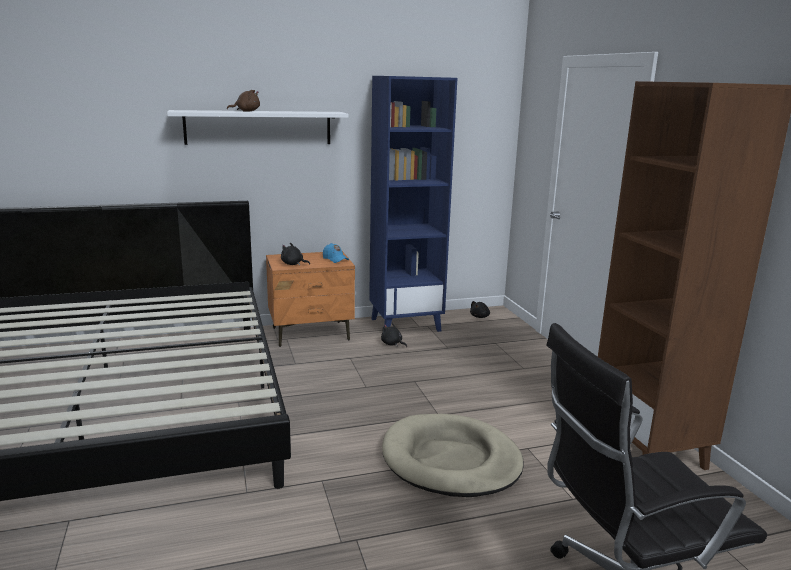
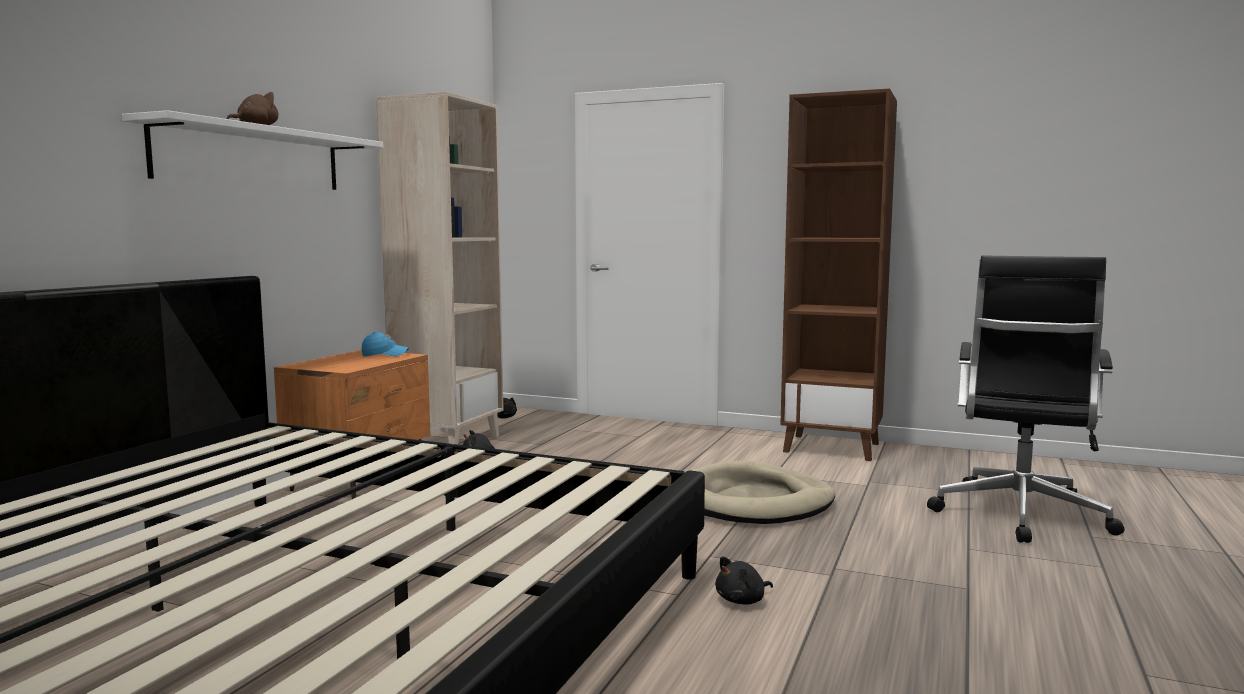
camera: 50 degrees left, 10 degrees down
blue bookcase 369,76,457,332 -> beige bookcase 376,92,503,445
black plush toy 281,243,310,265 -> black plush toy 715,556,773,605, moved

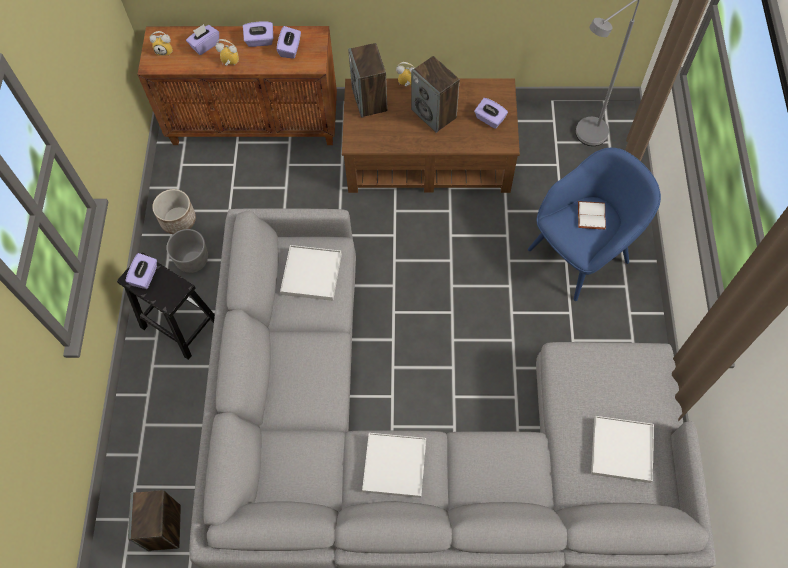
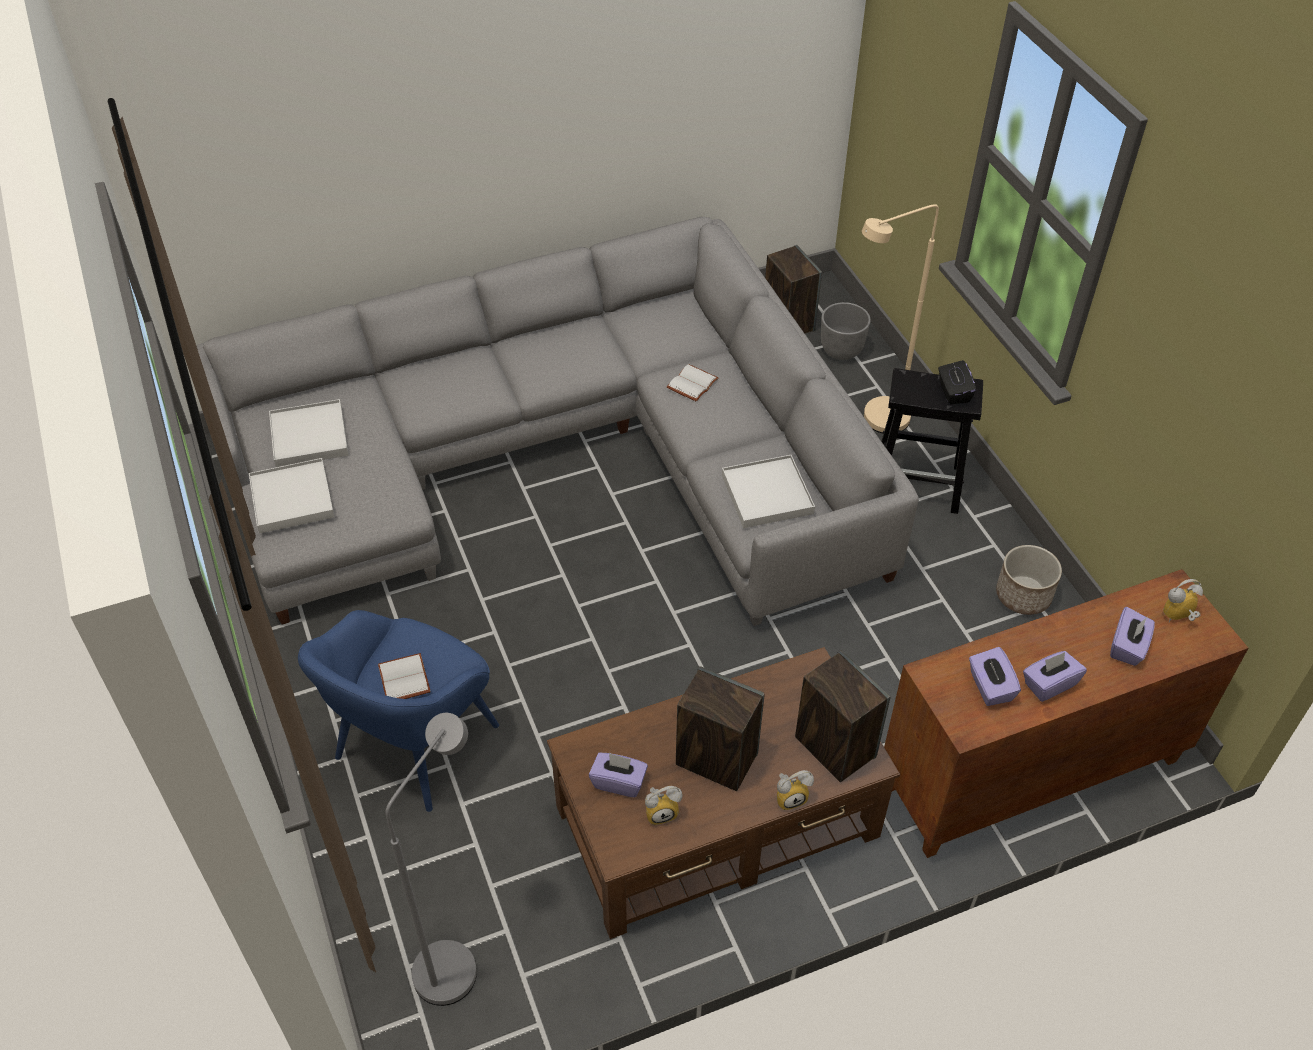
camera: 155 degrees right, 15 degrees down
white tray 362,433,426,498 -> white tray 249,458,335,534, moved
alarm clock 215,39,239,66 -> alarm clock 645,786,682,825, moved
none -> white book 667,364,718,402
grey planter 166,229,208,273 -> grey planter 821,302,871,360, moved
none -> beige floor lamp 862,204,939,433
purple tissue box 125,253,157,289 -> black tissue box 938,360,976,404

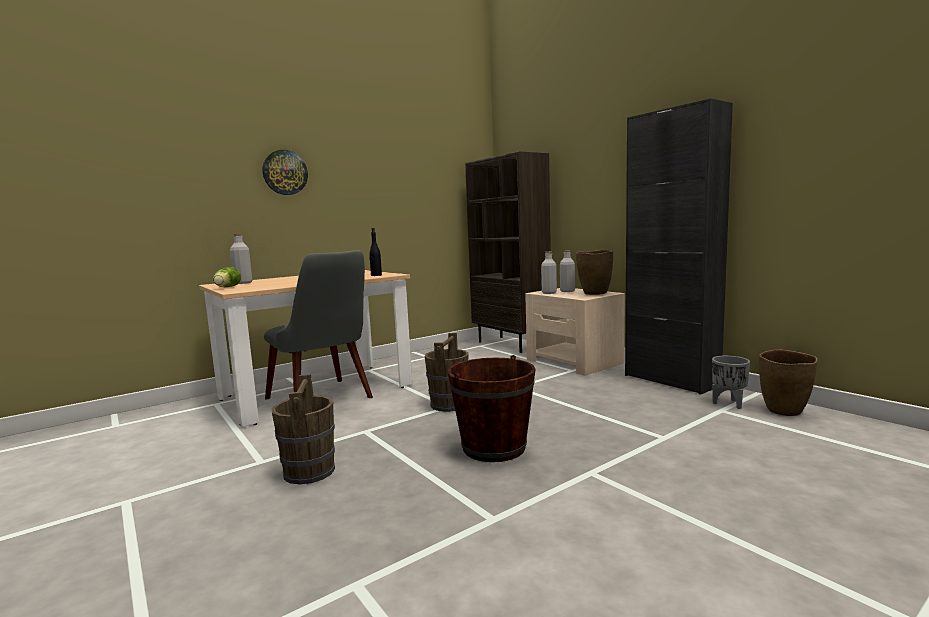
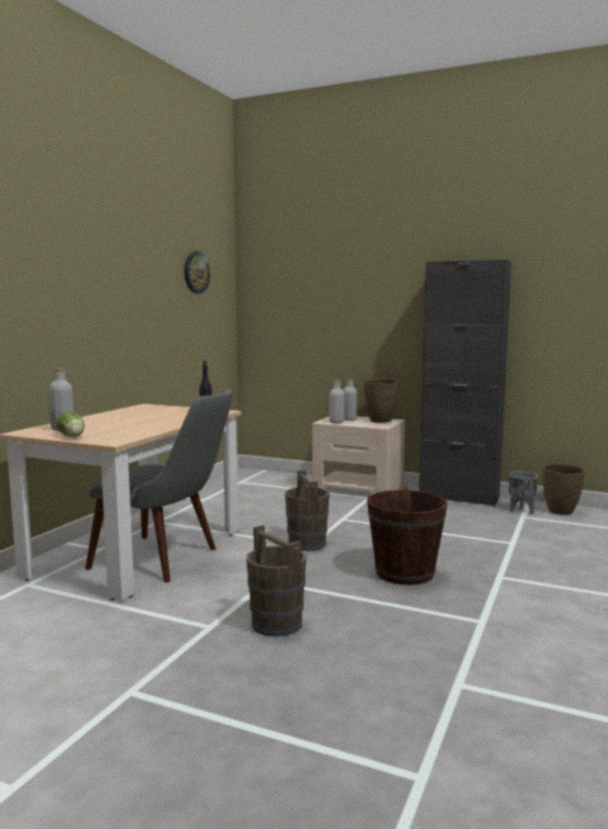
camera: 30 degrees left, 0 degrees up
wall clock 263,150,308,195 -> wall clock 184,251,210,294, moved
brown bookcase 465,151,551,353 -> none

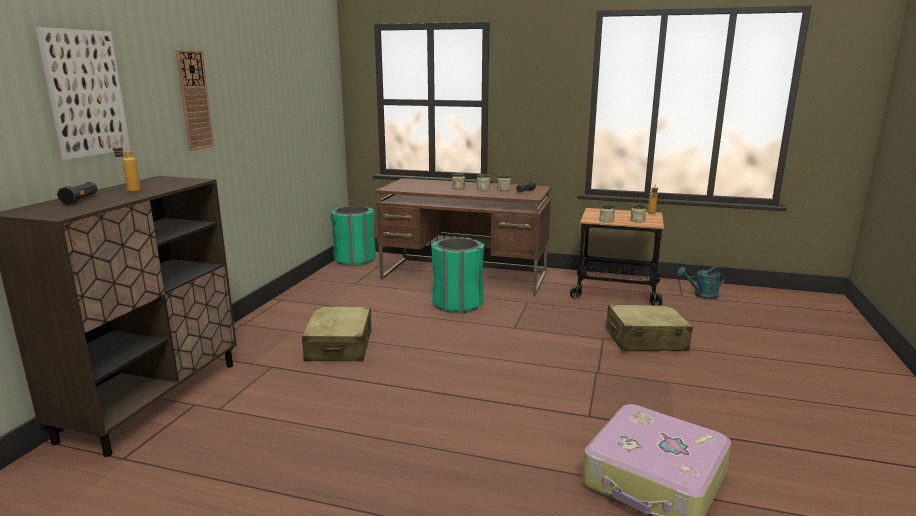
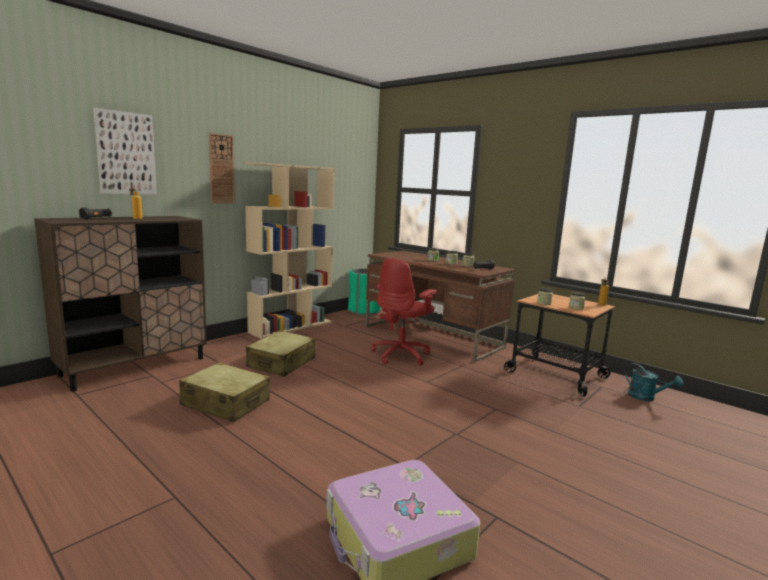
camera: 25 degrees right, 5 degrees down
beige suitcase 606,304,693,351 -> beige suitcase 179,362,270,422, moved
none -> beige bookcase 245,162,335,339
green trash can 431,238,484,314 -> red office chair 371,258,437,365
turquoise watering can 677,266,726,299 -> turquoise watering can 625,363,683,401, 150 degrees counterclockwise

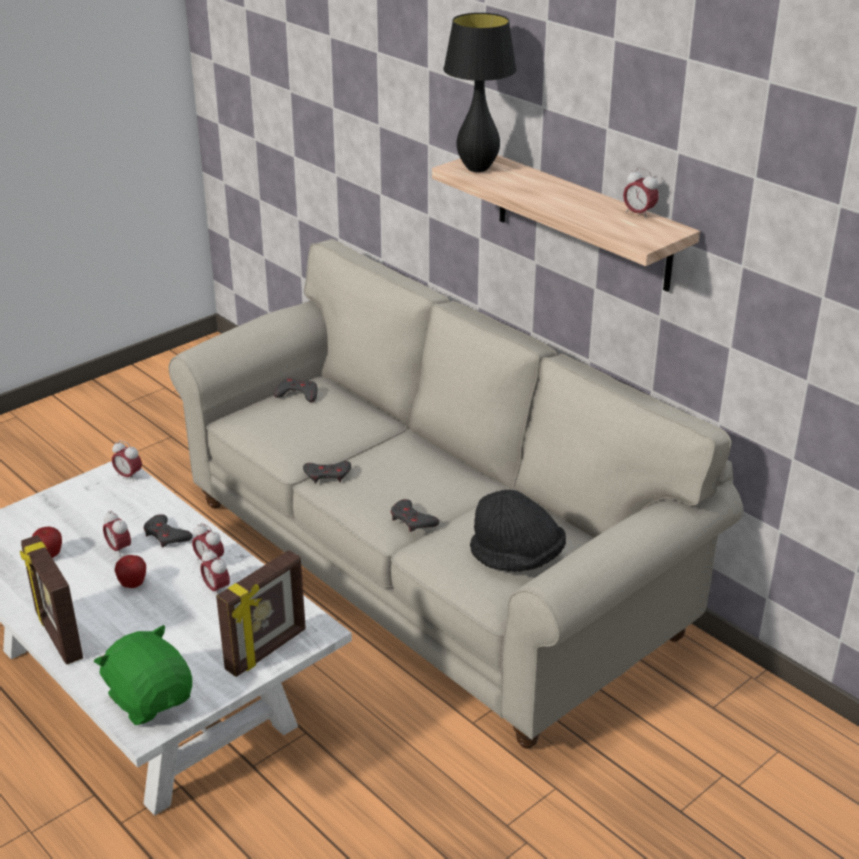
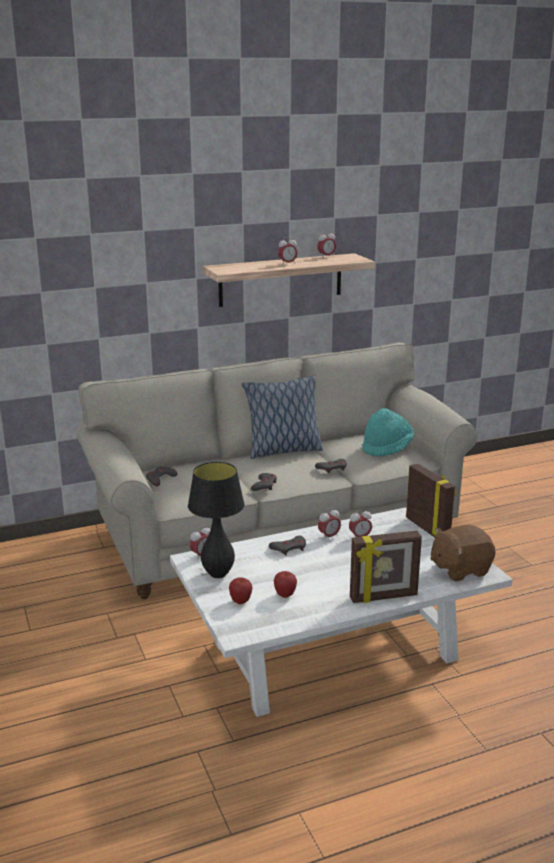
camera: 70 degrees left, 10 degrees down
black table lamp 443,13,516,172 -> black table lamp 188,462,245,578, moved
apple 115,555,146,588 -> apple 229,577,252,604, moved
none -> pillow 242,375,323,459
alarm clock 103,511,131,557 -> alarm clock 278,237,298,265, moved
black hat 470,489,566,572 -> turquoise hat 362,408,414,456
green plush toy 94,625,192,725 -> brown plush toy 430,525,496,582

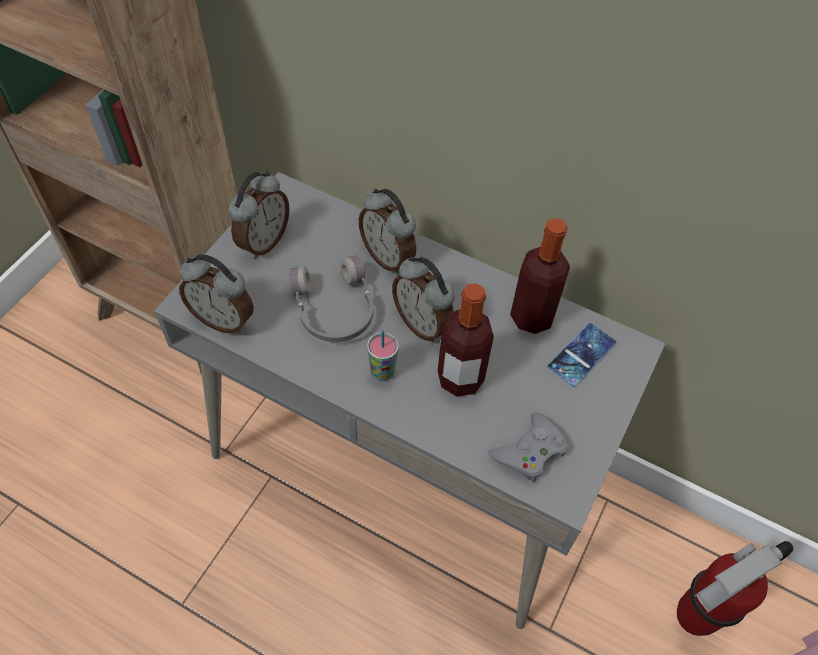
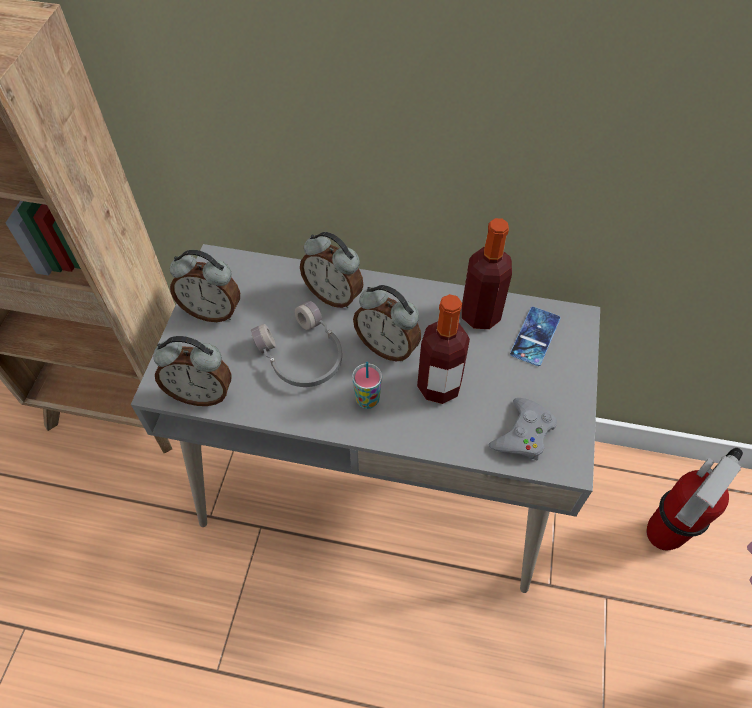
camera: 15 degrees left, 0 degrees up
alarm clock 229,171,290,258 -> alarm clock 170,250,240,322, 90 degrees clockwise

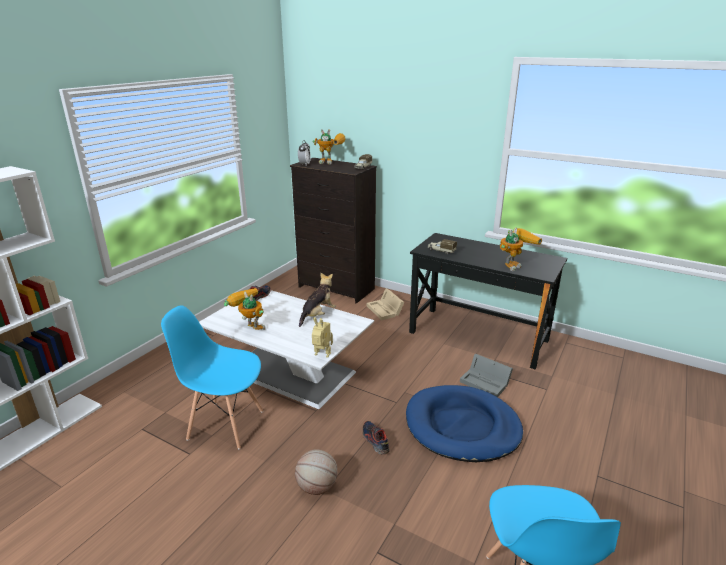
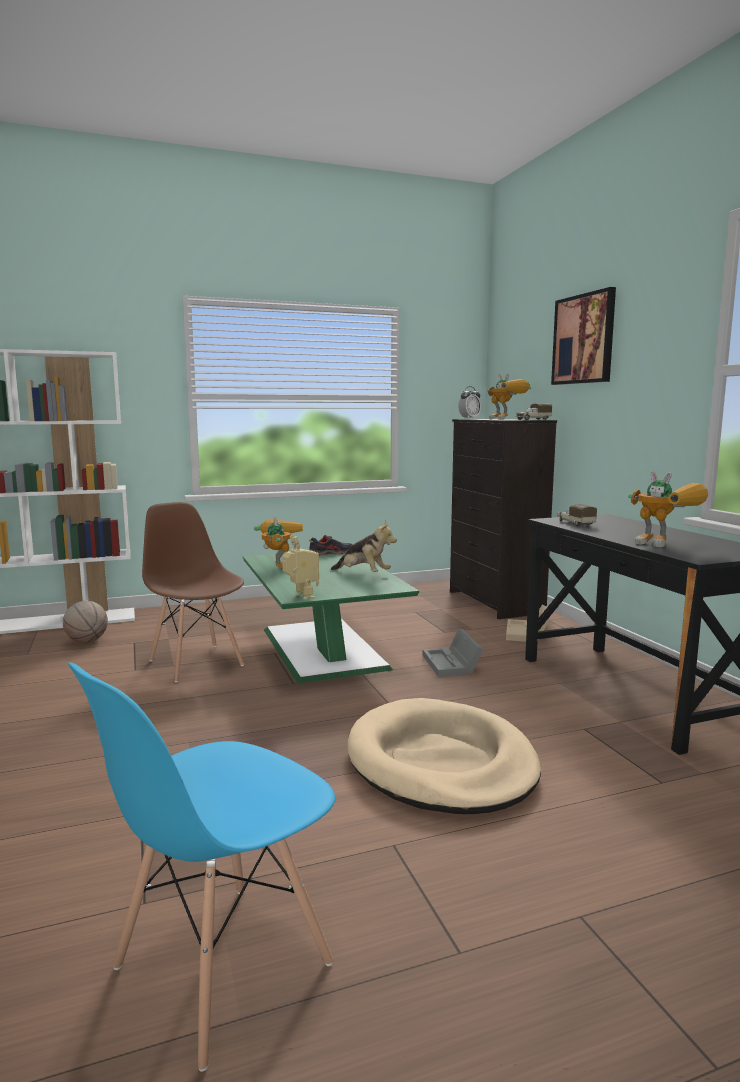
camera: 40 degrees right, 15 degrees down
basketball 295,449,337,495 -> basketball 63,601,108,643, moved
blue chair 161,305,263,449 -> brown chair 142,502,244,683
white coffee table 199,290,374,409 -> green coffee table 243,554,419,683
plush toy 299,273,336,327 -> plush toy 331,521,397,572, 45 degrees clockwise
blue dog bed 406,385,523,462 -> beige dog bed 347,698,541,814
grey storage box 460,354,513,397 -> grey storage box 423,628,483,677, moved
none -> picture 551,287,616,385
toy robot 499,227,542,271 -> toy robot 628,471,708,547, 45 degrees clockwise
shoe 363,421,390,454 -> none

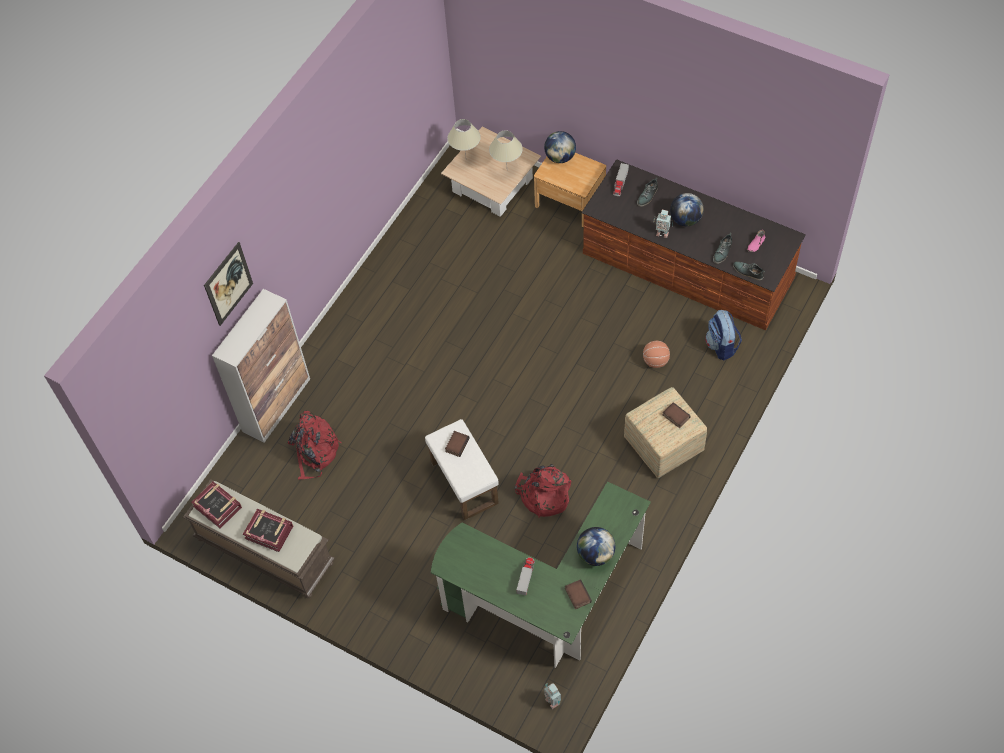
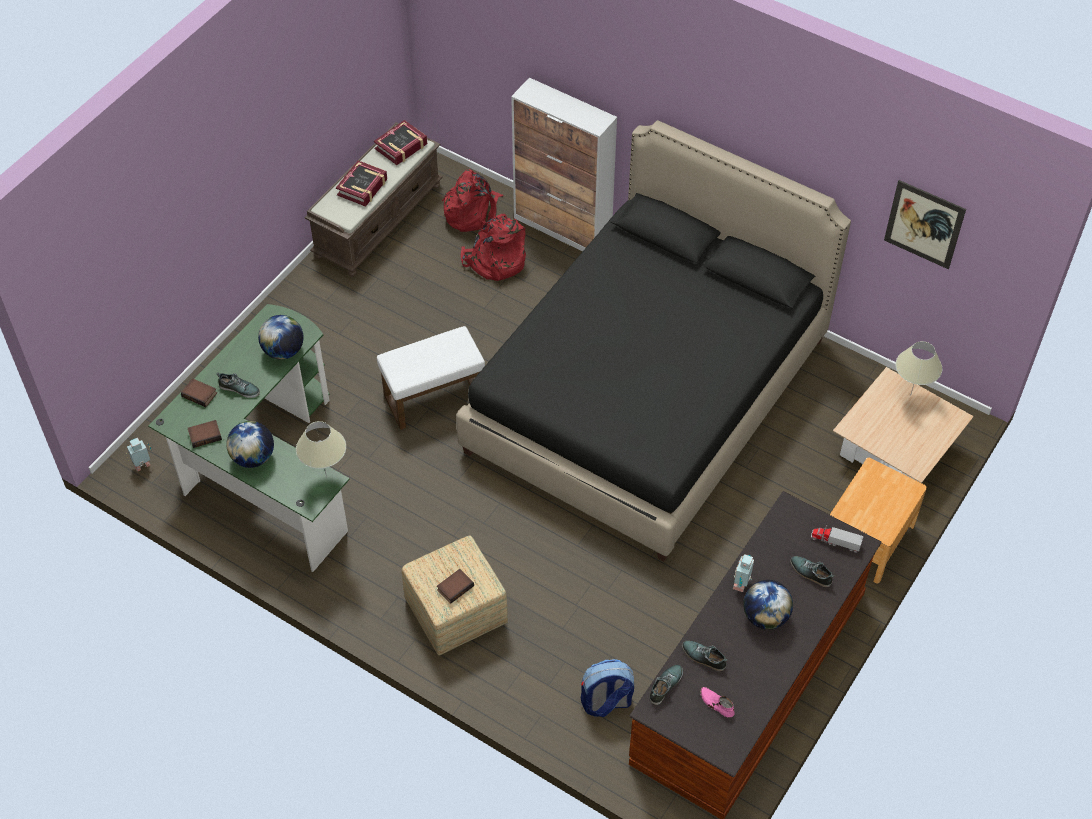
camera: 90 degrees right, 5 degrees down
book 445,431,470,457 -> book 181,378,217,407, moved
toy truck 516,557,535,595 -> shoe 216,372,260,398
globe 544,131,576,163 -> globe 258,315,304,360, moved
beige table lamp 489,130,523,163 -> beige table lamp 296,421,346,477, moved
red backpack 515,464,571,518 -> red backpack 442,169,503,232, moved
none -> black bed 456,120,851,561
picture 204,242,253,326 -> picture 884,180,966,269, moved
basketball 643,341,670,368 -> none

